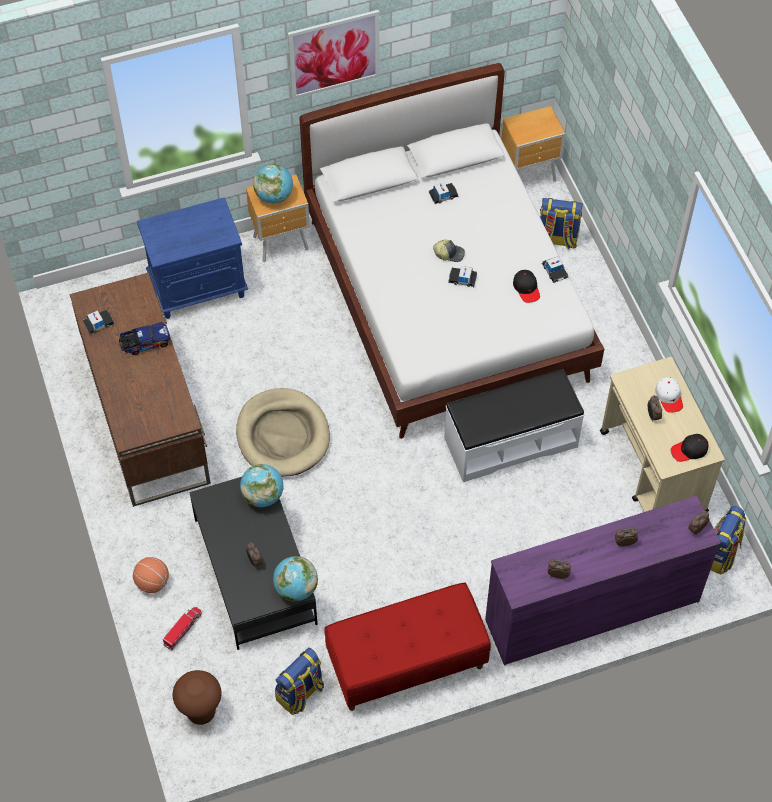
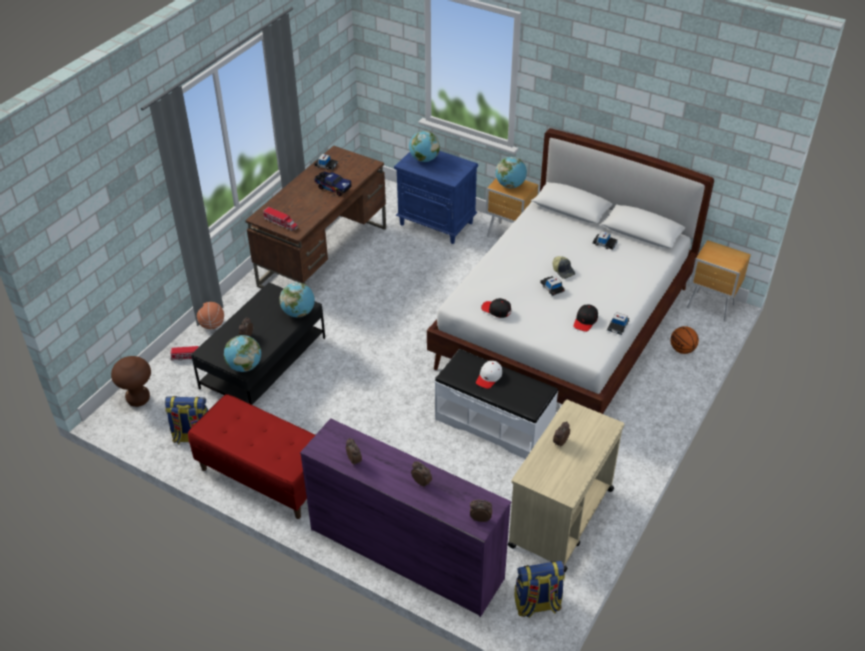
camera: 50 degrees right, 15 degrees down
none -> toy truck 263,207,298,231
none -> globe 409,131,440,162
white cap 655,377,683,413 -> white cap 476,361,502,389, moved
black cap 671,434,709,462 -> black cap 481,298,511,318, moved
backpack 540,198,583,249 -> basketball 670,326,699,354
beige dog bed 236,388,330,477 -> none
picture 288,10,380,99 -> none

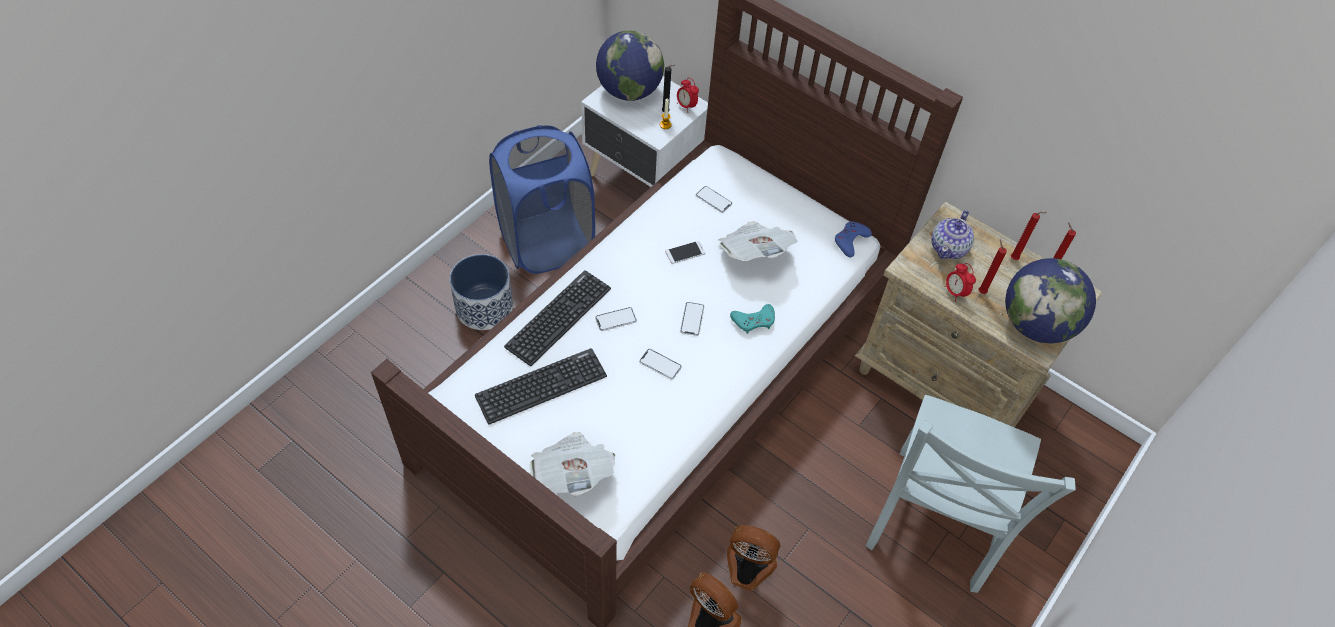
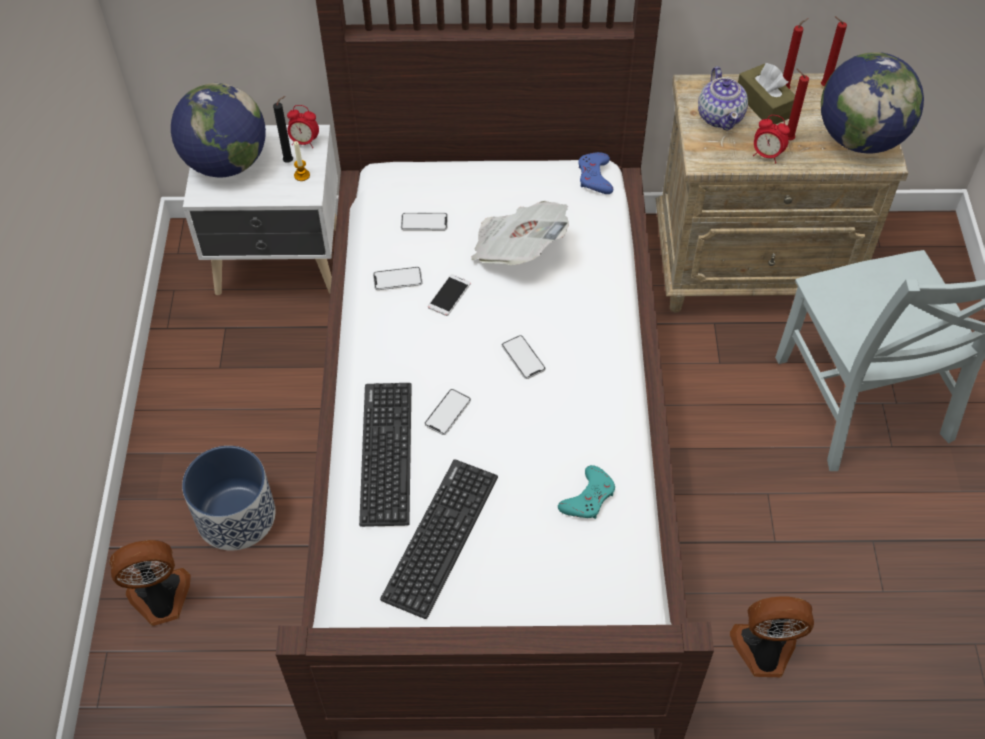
camera: 35 degrees left, 0 degrees up
fan 727,525,781,591 -> fan 109,540,191,626, moved
phone 639,349,682,379 -> phone 373,267,423,290, moved
turquoise game controller 730,304,775,334 -> turquoise game controller 558,465,615,519, moved
none -> brown tissue box 738,62,795,124
blue laundry basket 489,125,595,274 -> none
newspaper 529,432,616,496 -> none

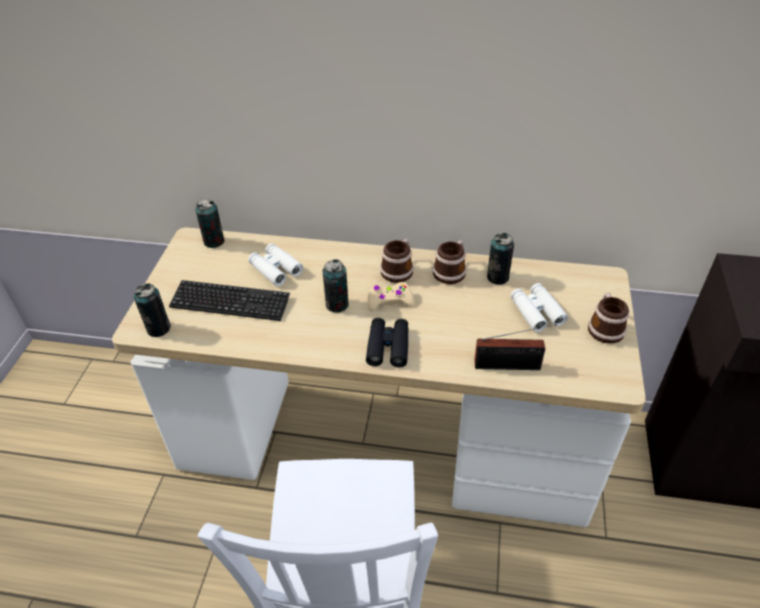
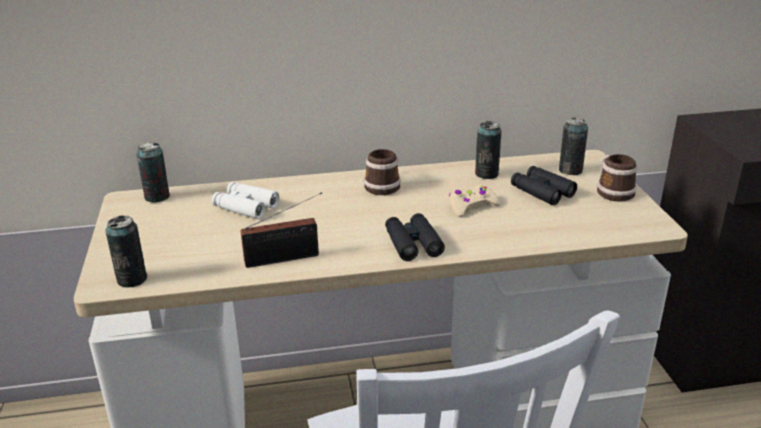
camera: 20 degrees left, 15 degrees down
radio 474,324,557,370 -> radio 241,192,322,268, moved
beige game controller 368,282,415,311 -> beige game controller 449,184,501,217, moved
white binoculars 511,283,568,332 -> black binoculars 511,166,577,205
can 323,259,349,313 -> can 559,118,588,175, moved
keyboard 169,280,290,321 -> none
mug 433,240,466,284 -> none

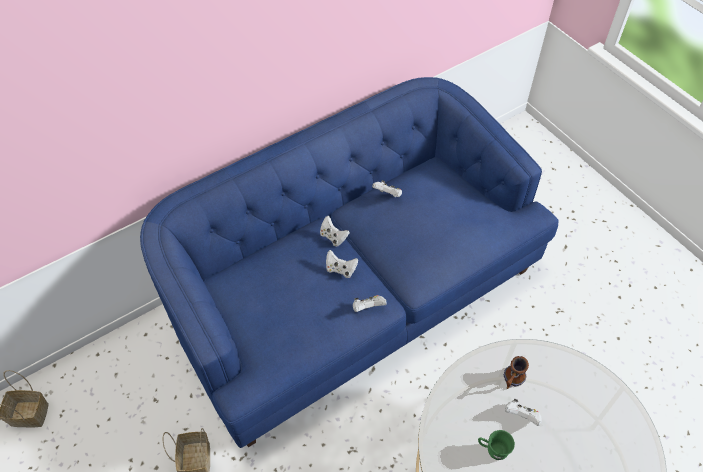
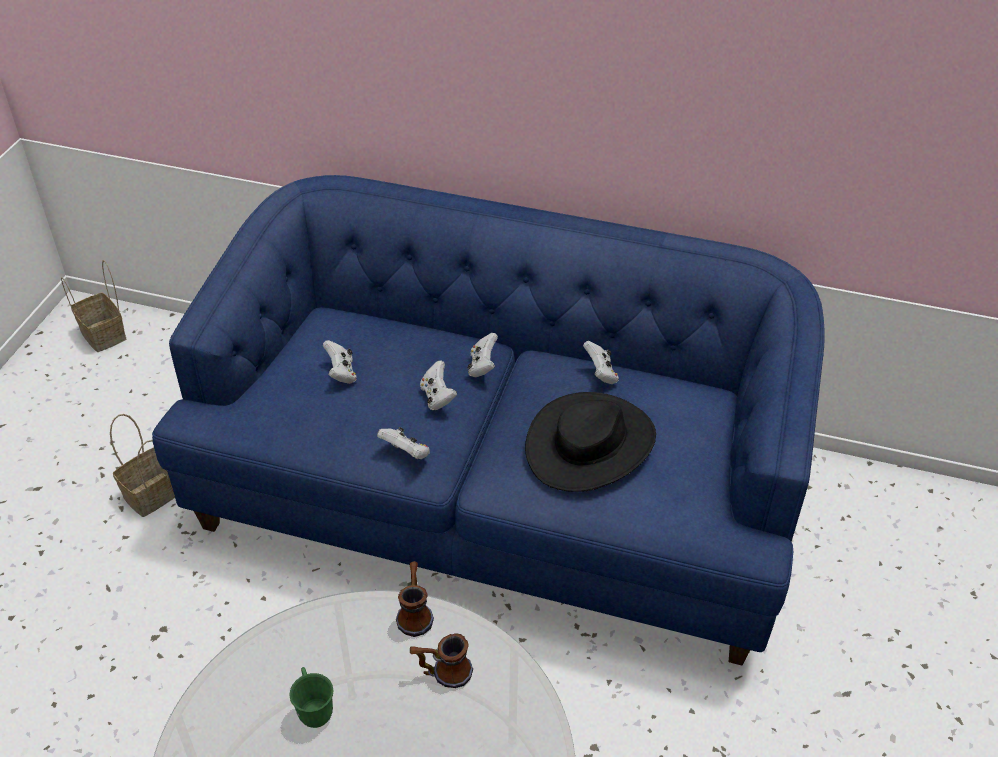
camera: 50 degrees right, 10 degrees down
white game controller 505,399,542,426 -> white game controller 323,340,357,384, moved
none -> mug 396,561,434,637
none -> black hat 525,392,656,492

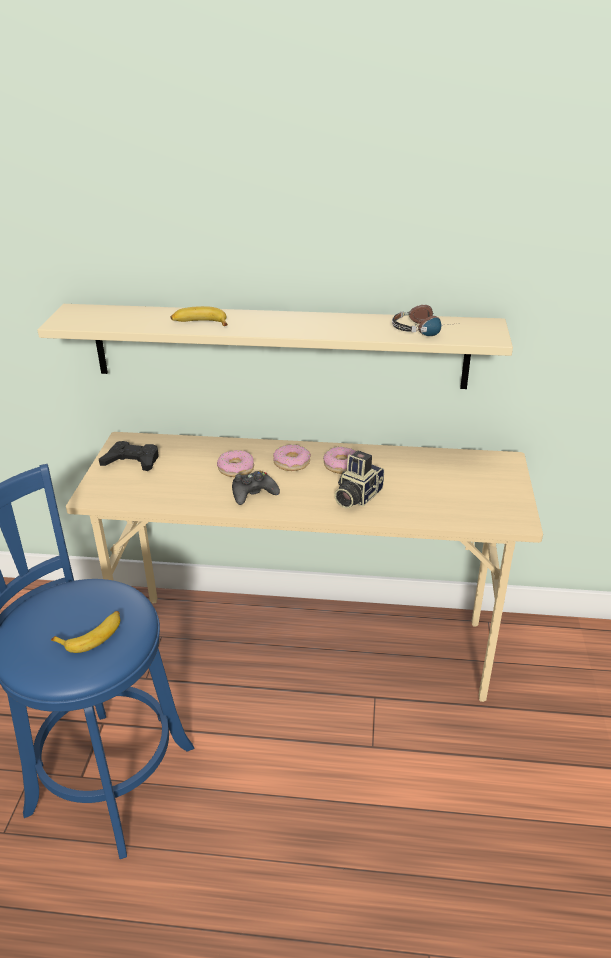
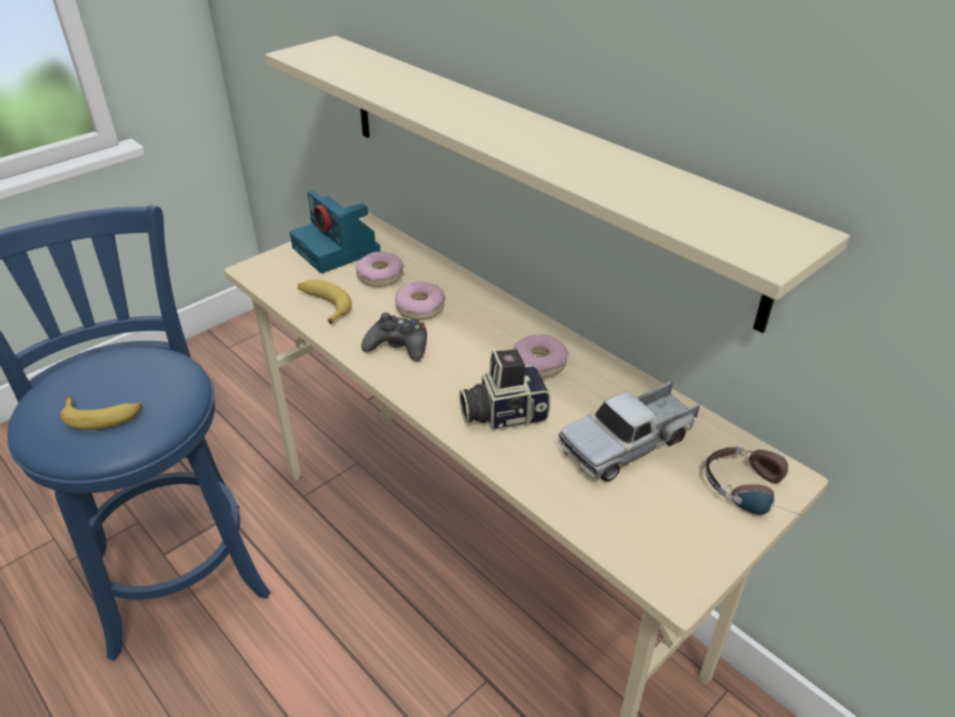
camera: 40 degrees right, 5 degrees up
black game controller 99,441,159,471 -> photo camera 290,191,380,273
banana 171,306,228,326 -> banana 298,279,352,324, moved
donut 273,444,311,471 -> donut 356,251,404,287, moved
none -> toy truck 559,381,700,482
headphones 392,305,459,336 -> headphones 705,446,808,518, moved

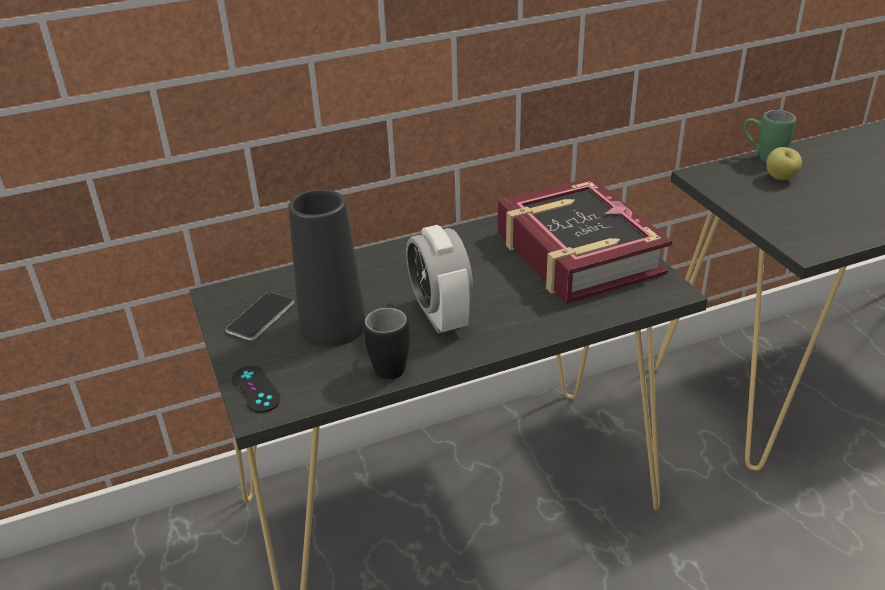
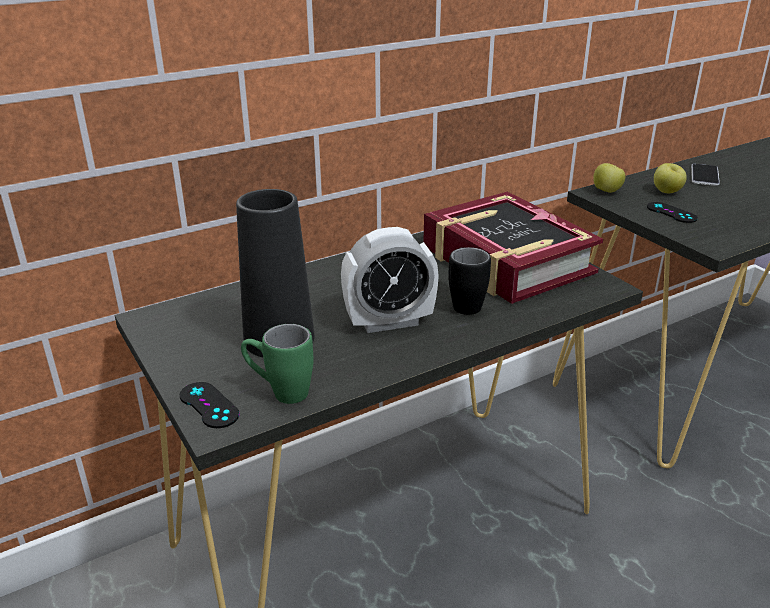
camera: 10 degrees left, 5 degrees down
green mug 743,110,796,162 -> green mug 241,324,313,404, moved
alarm clock 406,225,473,334 -> alarm clock 341,227,439,333, 75 degrees counterclockwise
black mug 363,303,410,379 -> black mug 448,247,491,315, moved
none -> apple 593,163,625,193
none -> black game controller 647,202,698,223
phone 226,292,294,341 -> phone 691,164,720,186, moved

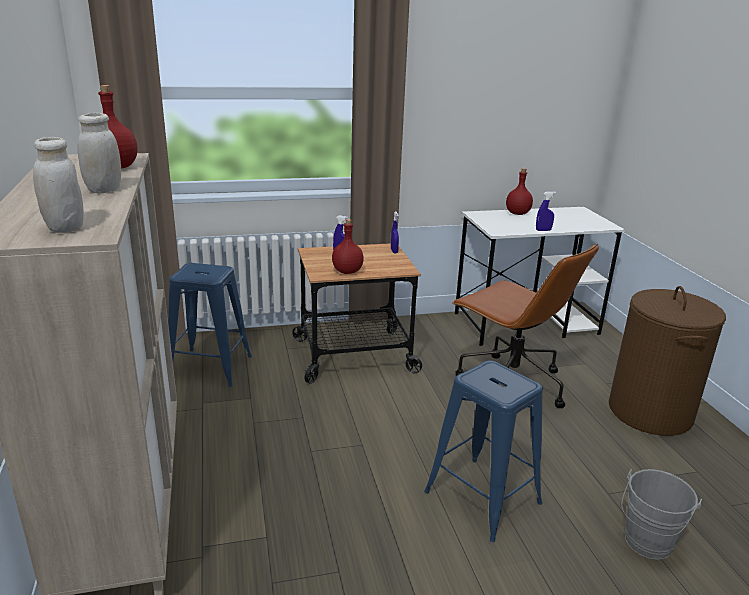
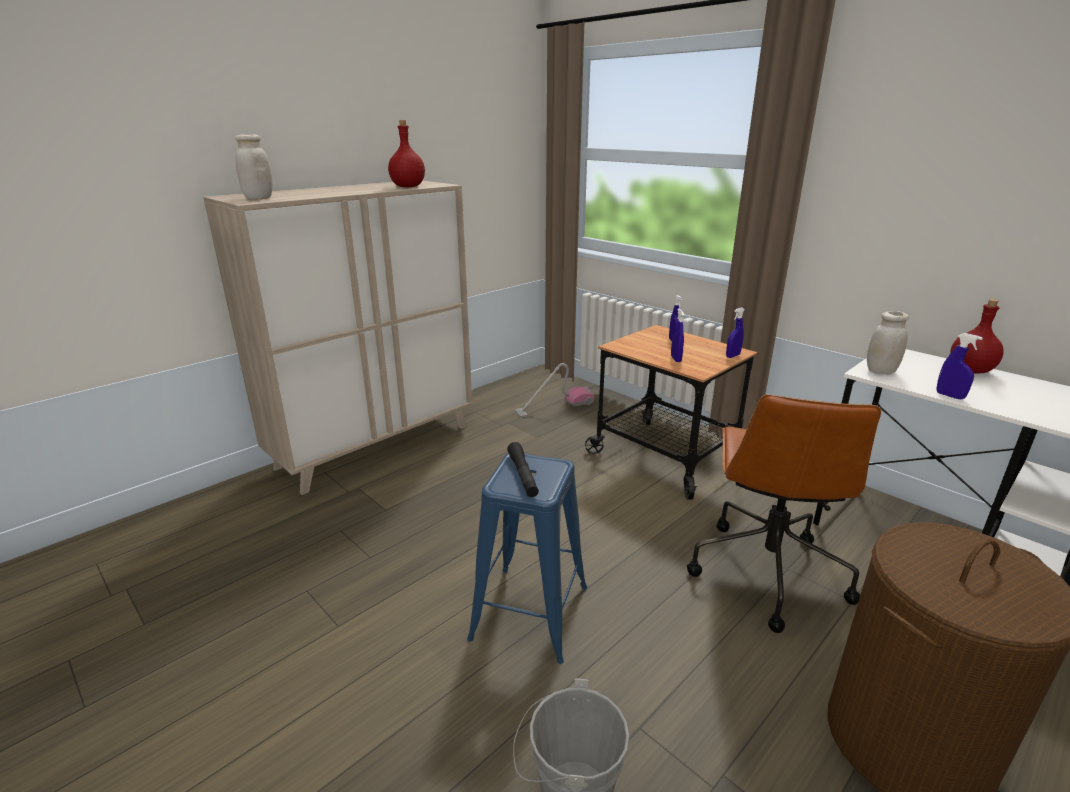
camera: 60 degrees right, 0 degrees up
none -> black flashlight 507,442,539,497
blue stool 168,263,252,387 -> vacuum cleaner 515,363,594,417
none -> blue spray bottle 671,308,684,362
white jar 77,113,121,194 -> white jar 867,311,909,374, moved
red bottle 332,219,364,274 -> none

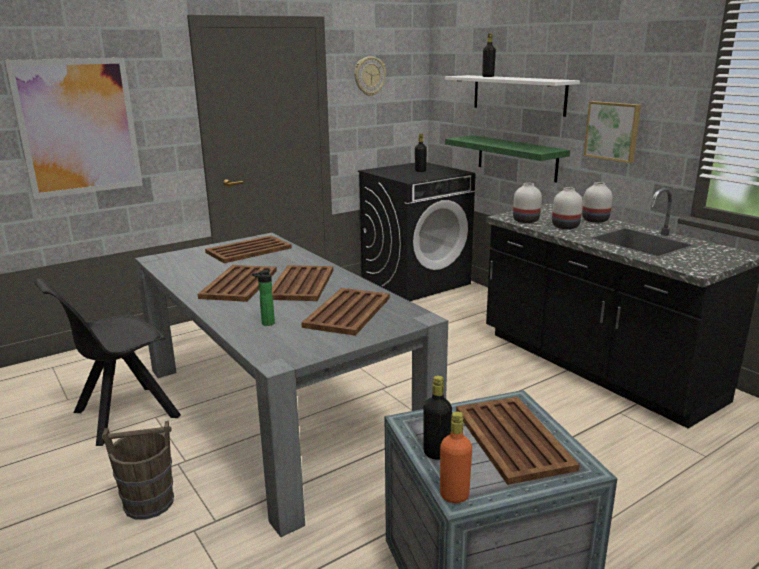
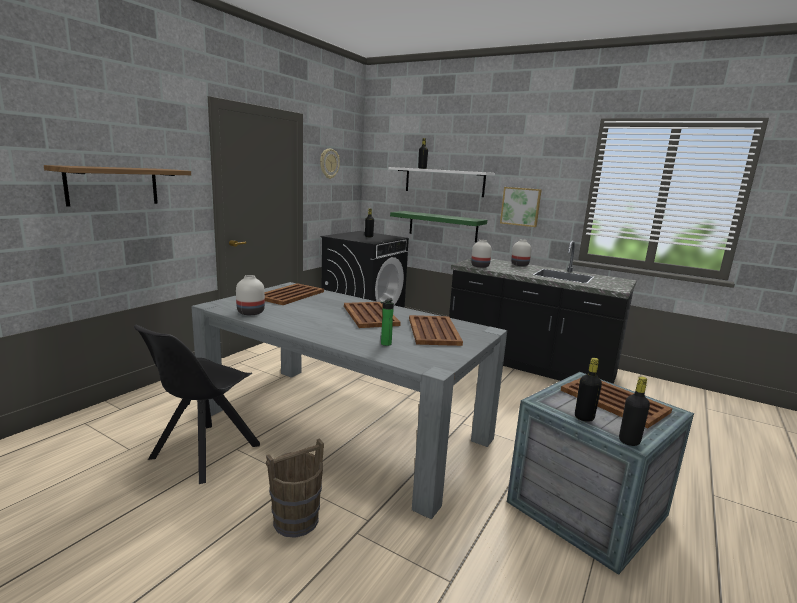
camera: 25 degrees left, 5 degrees down
picture 4,57,143,199 -> shelf 44,165,191,207
white vase 552,187,583,229 -> white vase 236,275,265,315, moved
orange bottle 440,411,472,503 -> black bottle 619,377,650,446
brown tray 198,265,277,302 -> none

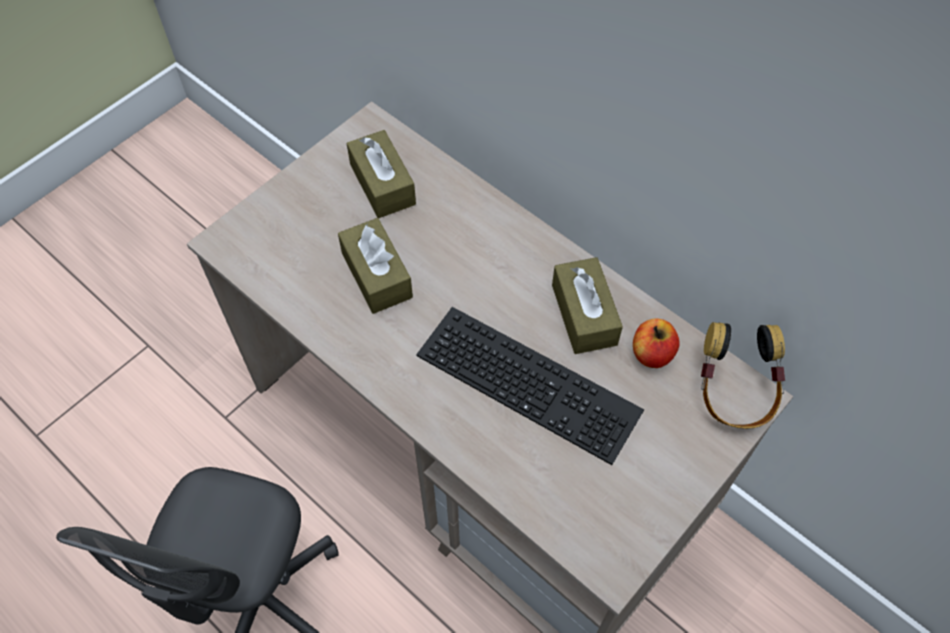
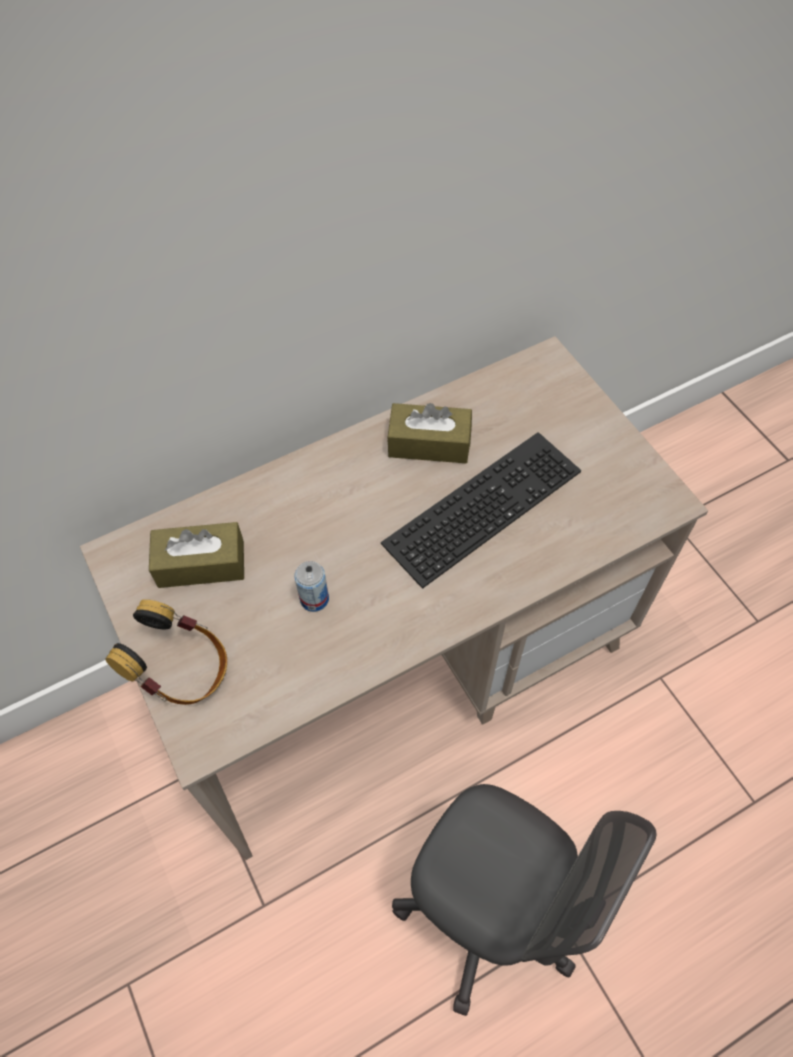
camera: 70 degrees left, 0 degrees up
headphones 701,322,785,429 -> headphones 105,599,227,705, moved
brown tissue box 338,218,413,314 -> can 294,561,329,612
apple 633,318,680,368 -> none

